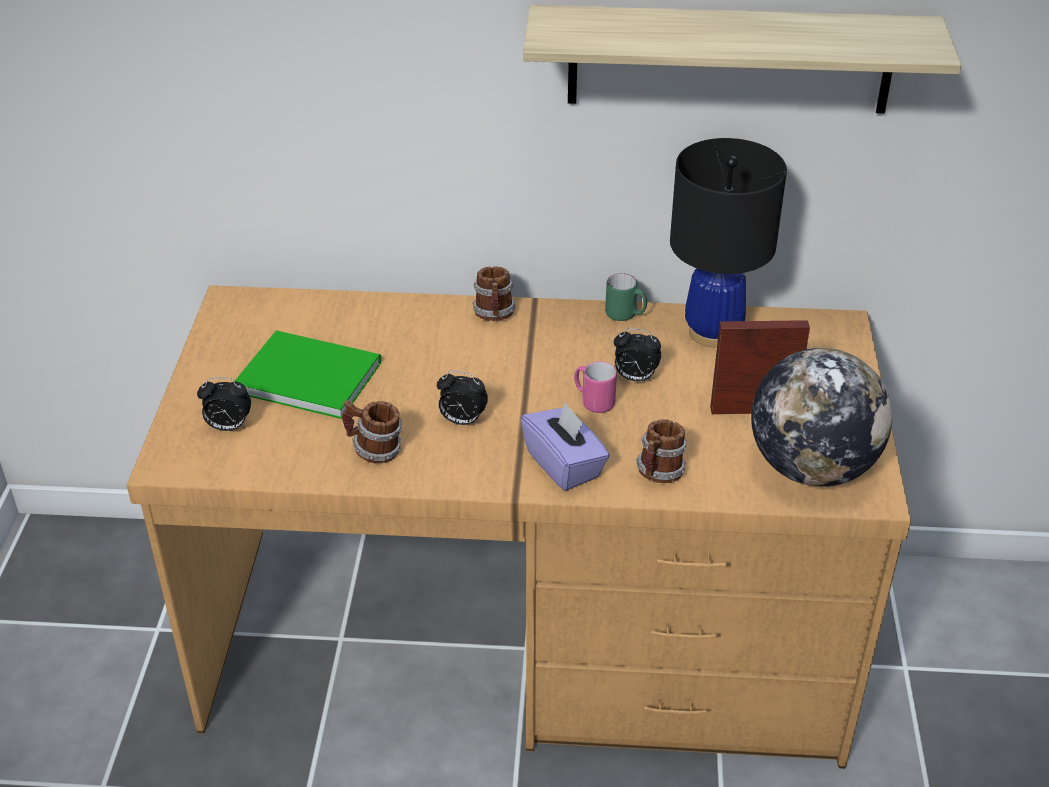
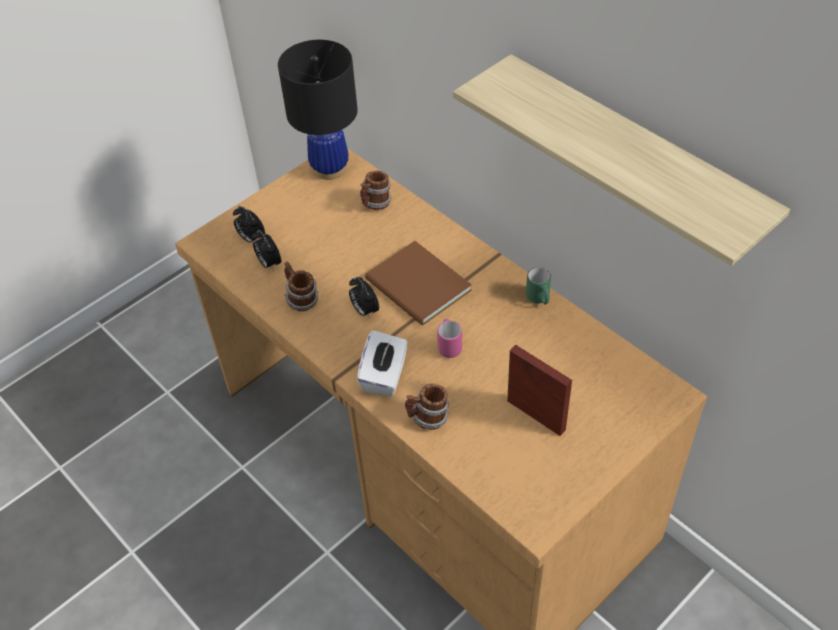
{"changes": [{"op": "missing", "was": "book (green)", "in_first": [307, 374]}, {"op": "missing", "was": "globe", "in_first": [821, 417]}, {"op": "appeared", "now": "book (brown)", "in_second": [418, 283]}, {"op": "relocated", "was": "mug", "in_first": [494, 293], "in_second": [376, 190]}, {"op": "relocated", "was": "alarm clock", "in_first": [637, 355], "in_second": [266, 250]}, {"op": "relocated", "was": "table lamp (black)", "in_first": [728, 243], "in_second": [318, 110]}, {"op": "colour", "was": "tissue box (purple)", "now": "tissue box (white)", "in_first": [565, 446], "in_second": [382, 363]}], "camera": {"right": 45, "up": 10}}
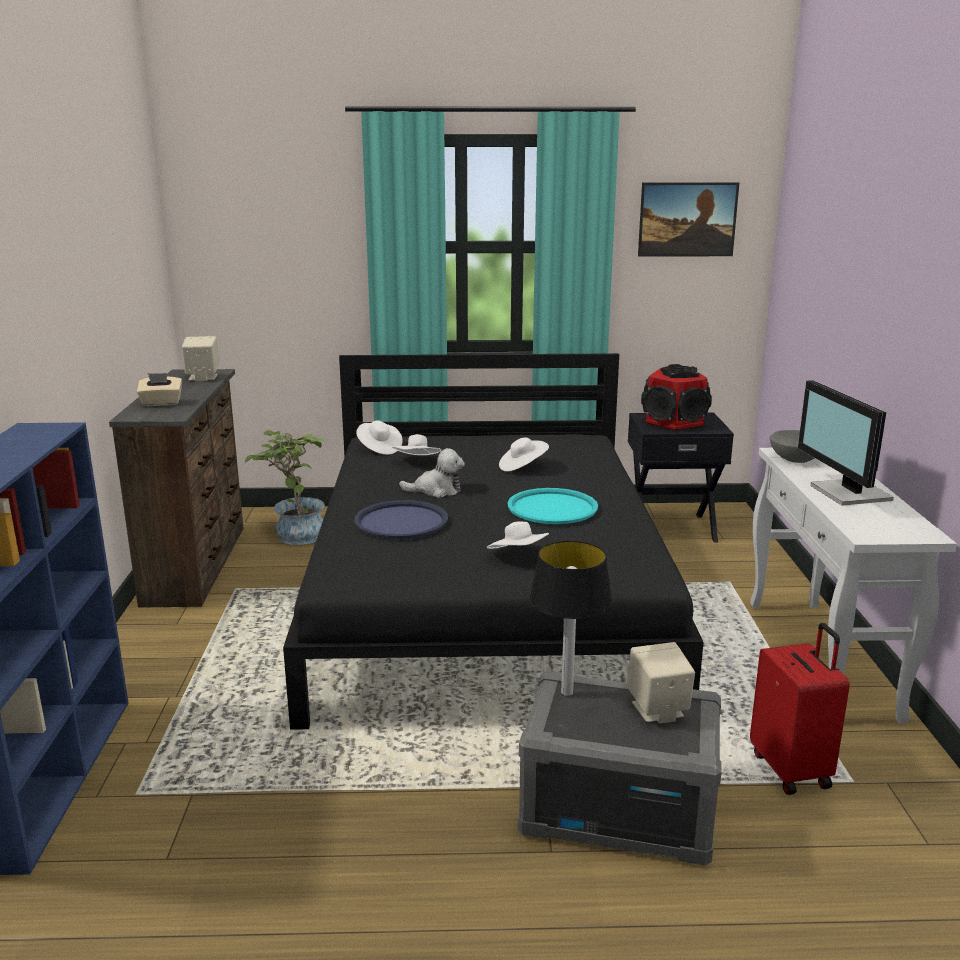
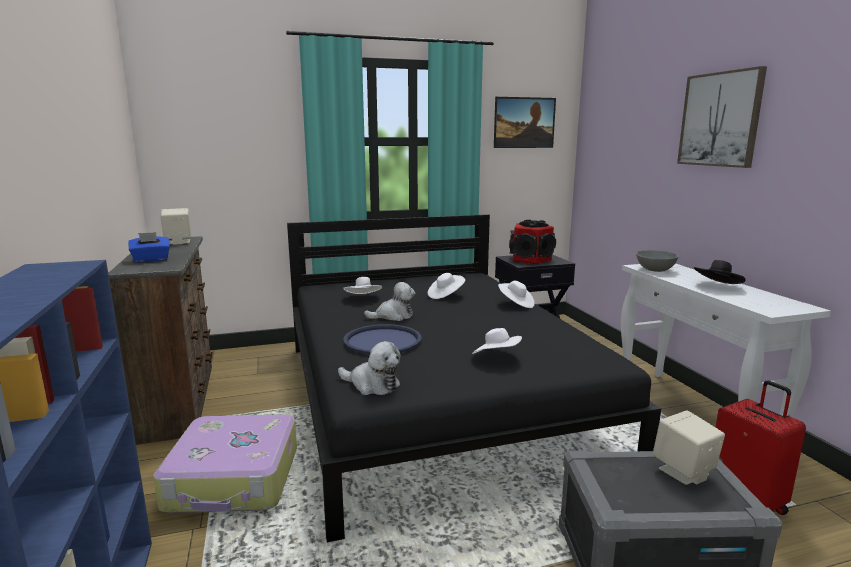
{"changes": [{"op": "missing", "was": "potted plant", "in_first": [286, 487]}, {"op": "missing", "was": "tray (turquoise)", "in_first": [553, 506]}, {"op": "missing", "was": "table lamp", "in_first": [570, 618]}, {"op": "appeared", "now": "suitcase", "in_second": [225, 464]}, {"op": "appeared", "now": "plush toy", "in_second": [369, 368]}, {"op": "appeared", "now": "picture", "in_second": [722, 117]}, {"op": "relocated", "was": "hat (white)", "in_first": [379, 437], "in_second": [516, 294]}, {"op": "exchanged", "was": "monitor", "now": "hat (black)", "in_first": [846, 443], "in_second": [720, 272]}, {"op": "colour", "was": "tissue box (beige)", "now": "tissue box (blue)", "in_first": [159, 389], "in_second": [149, 247]}], "camera": {"right": -15, "up": -5}}
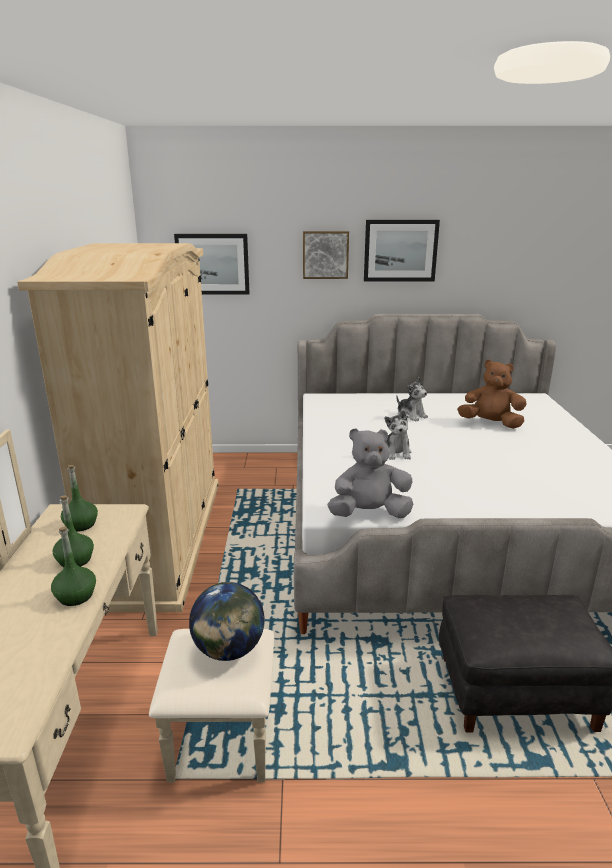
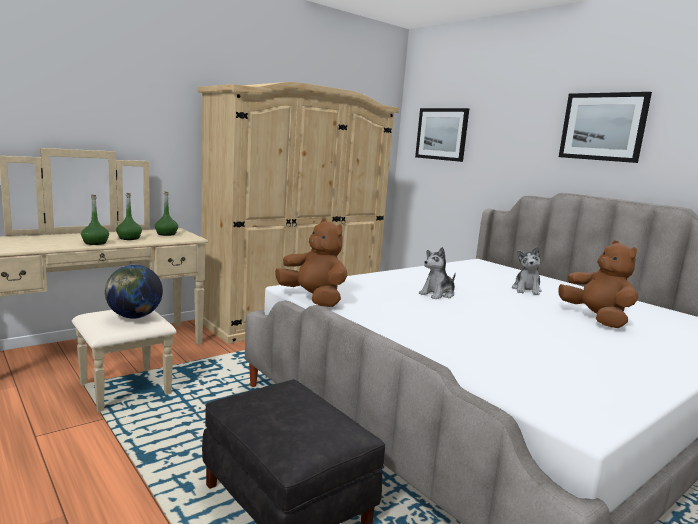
{"changes": [{"op": "missing", "was": "picture", "in_first": [326, 255]}, {"op": "colour", "was": "plush toy (grey)", "now": "plush toy (brown)", "in_first": [370, 473], "in_second": [311, 263]}], "camera": {"right": 50, "up": -10}}
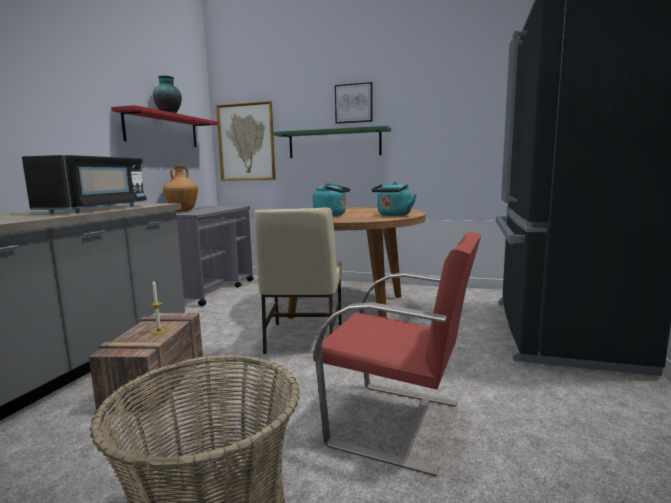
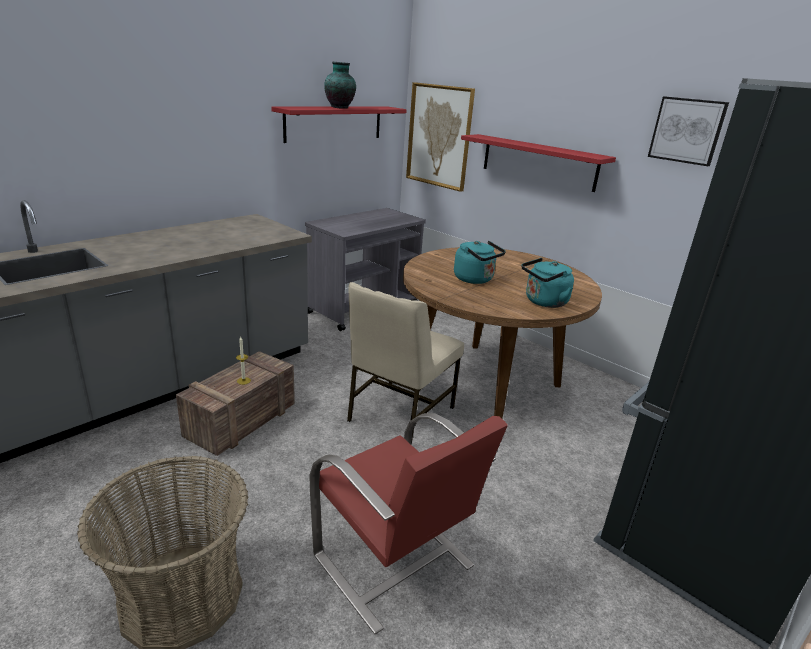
{"changes": [{"op": "missing", "was": "microwave (black)", "in_first": [84, 184]}, {"op": "missing", "was": "vase (brown)", "in_first": [180, 188]}, {"op": "relocated", "was": "picture", "in_first": [354, 103], "in_second": [688, 131]}, {"op": "colour", "was": "shelf (green)", "now": "shelf (red)", "in_first": [331, 142], "in_second": [538, 163]}], "camera": {"right": 25, "up": 15}}
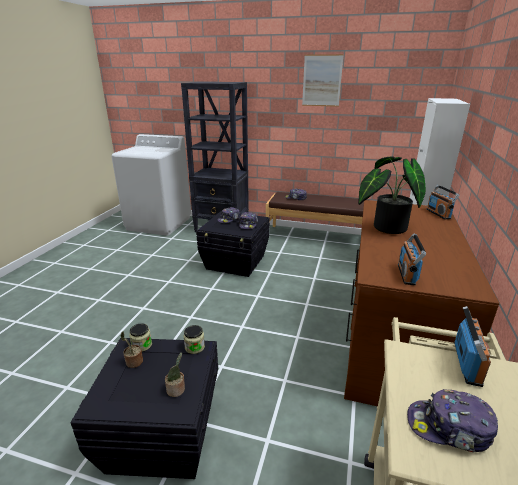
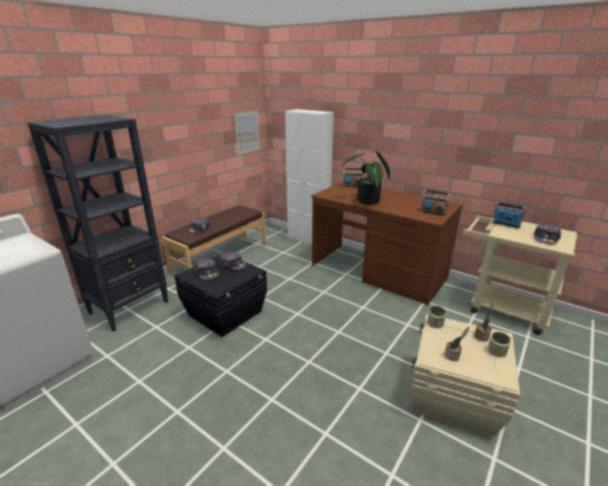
{"changes": [{"op": "relocated", "was": "jar", "in_first": [140, 337], "in_second": [499, 344]}, {"op": "relocated", "was": "picture", "in_first": [323, 80], "in_second": [247, 132]}, {"op": "colour", "was": "storage box (black)", "now": "storage box (beige)", "in_first": [144, 408], "in_second": [466, 375]}], "camera": {"right": -70, "up": 0}}
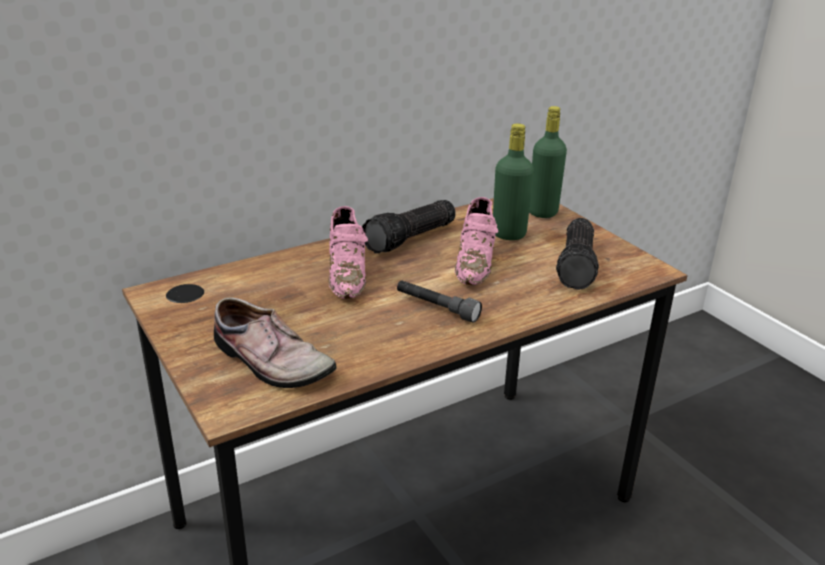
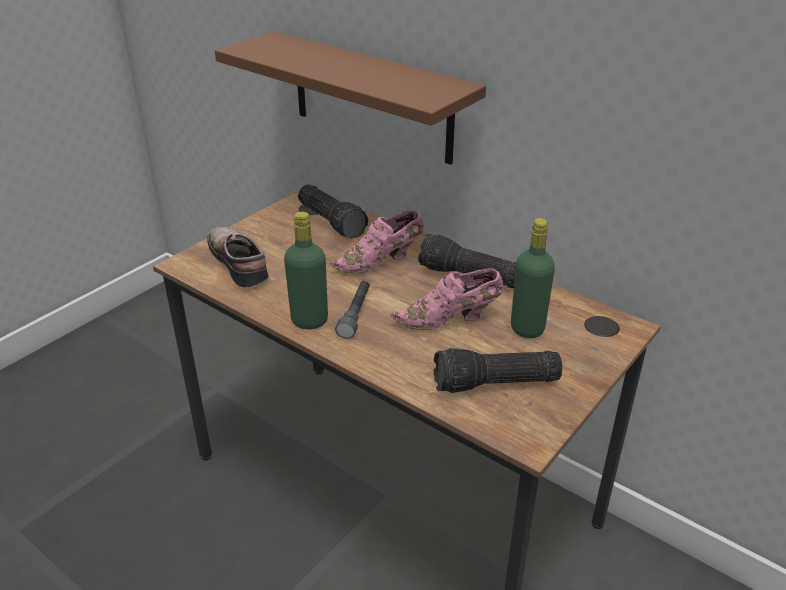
{"changes": [{"op": "appeared", "now": "shelf (brown)", "in_second": [350, 98]}, {"op": "appeared", "now": "flashlight", "in_second": [333, 212]}, {"op": "relocated", "was": "bottle (green)", "in_first": [548, 162], "in_second": [306, 270]}, {"op": "spun", "was": "shoe", "in_first": [275, 343], "in_second": [238, 257], "clockwise": 135}], "camera": {"right": 70, "up": 5}}
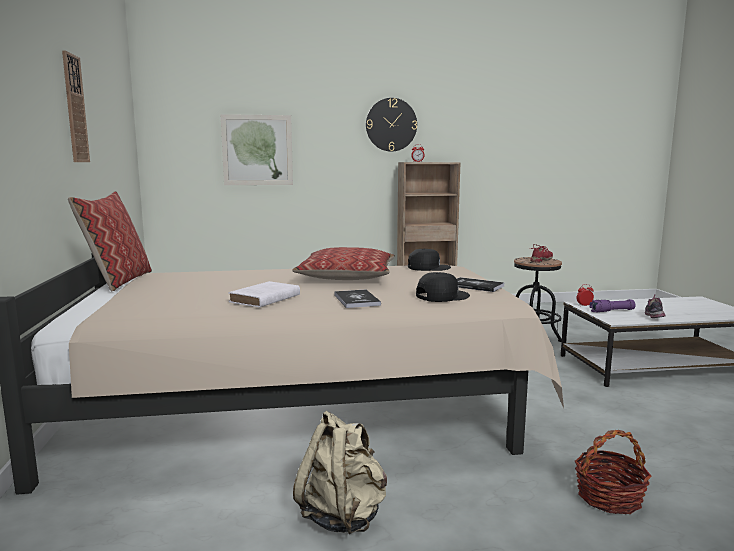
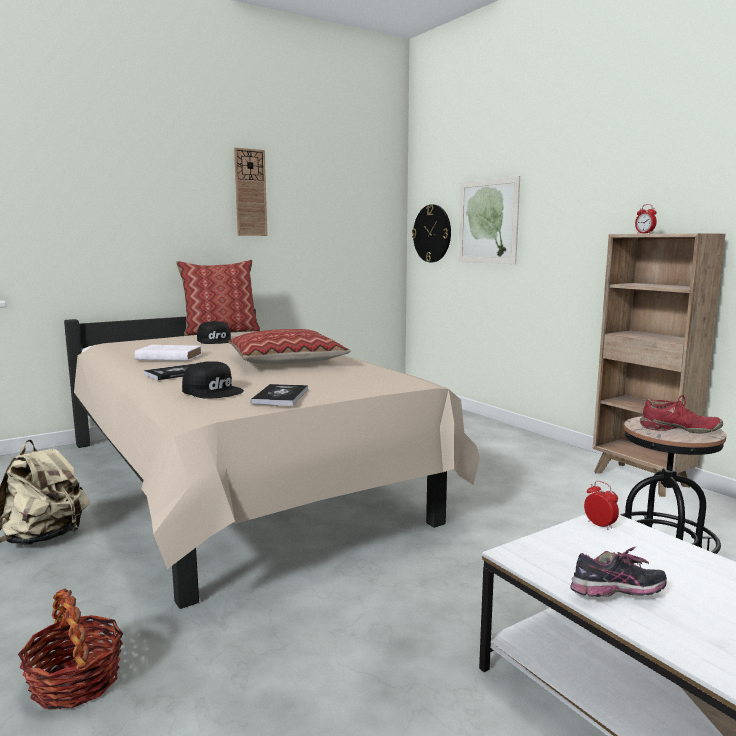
{"changes": [{"op": "missing", "was": "flashlight (purple)", "in_first": [612, 305]}, {"op": "relocated", "was": "wall clock", "in_first": [391, 125], "in_second": [431, 233]}, {"op": "relocated", "was": "cap (black)", "in_first": [429, 260], "in_second": [214, 332]}], "camera": {"right": 65, "up": 0}}
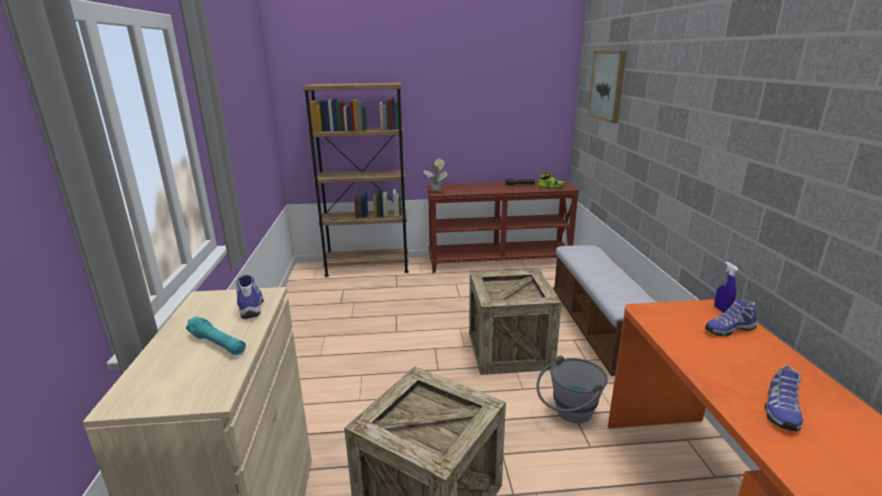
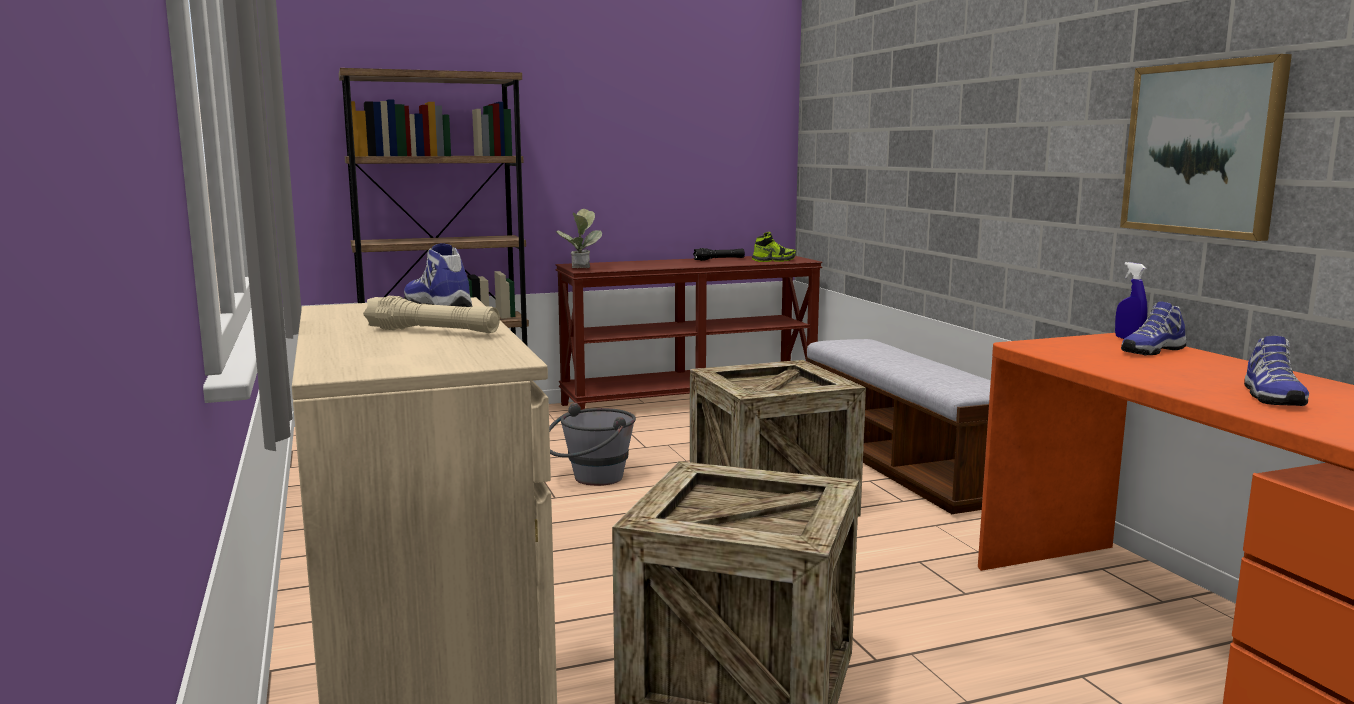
{"changes": [{"op": "relocated", "was": "bucket (grey)", "in_first": [572, 389], "in_second": [592, 444]}, {"op": "relocated", "was": "picture", "in_first": [607, 87], "in_second": [1206, 147]}, {"op": "colour", "was": "flashlight (turquoise)", "now": "flashlight (beige)", "in_first": [216, 336], "in_second": [431, 314]}], "camera": {"right": -15, "up": -10}}
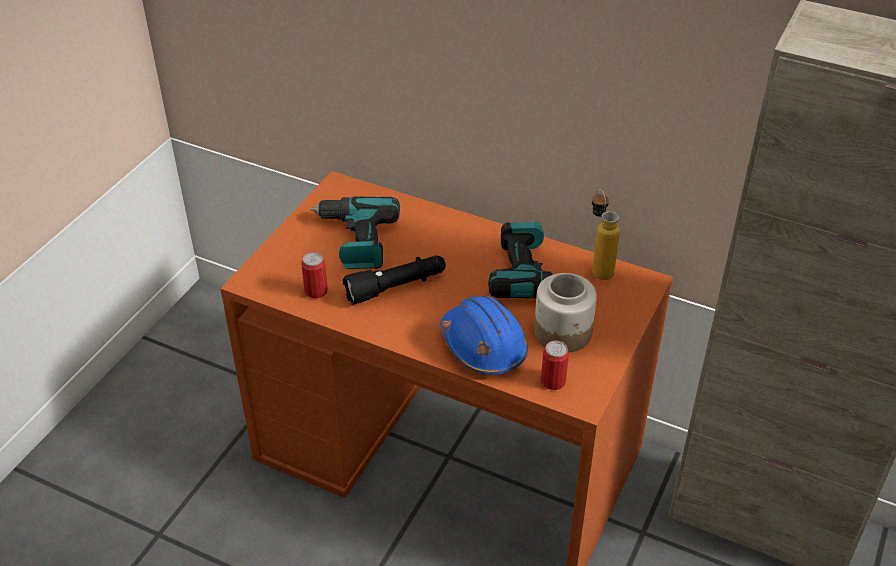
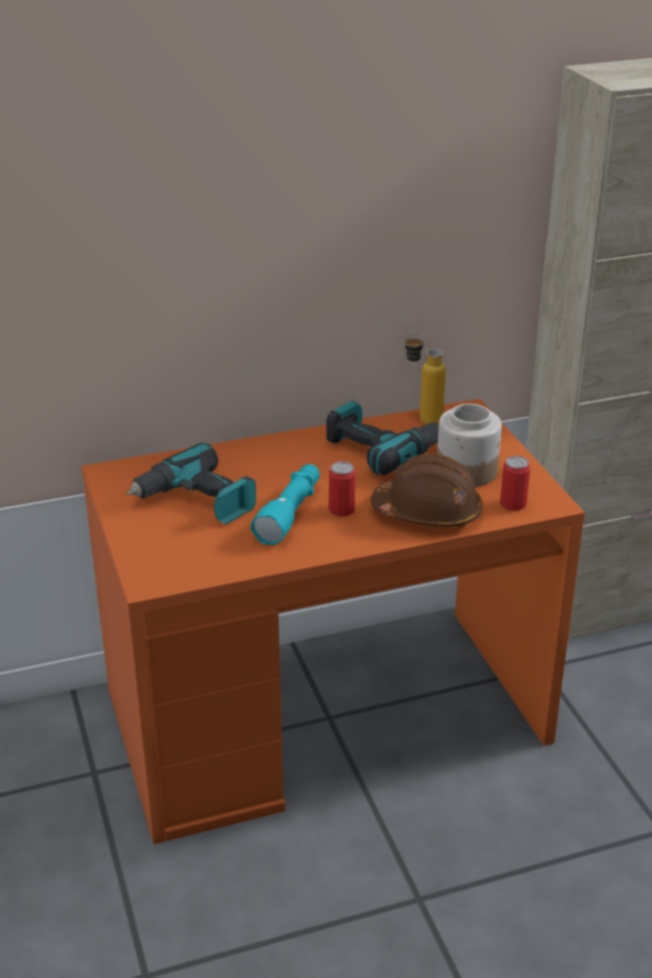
{"changes": [{"op": "relocated", "was": "can", "in_first": [314, 275], "in_second": [342, 489]}, {"op": "colour", "was": "flashlight (black)", "now": "flashlight (turquoise)", "in_first": [394, 280], "in_second": [285, 504]}, {"op": "colour", "was": "hard hat (blue)", "now": "hard hat (brown)", "in_first": [484, 335], "in_second": [426, 490]}], "camera": {"right": -45, "up": -10}}
